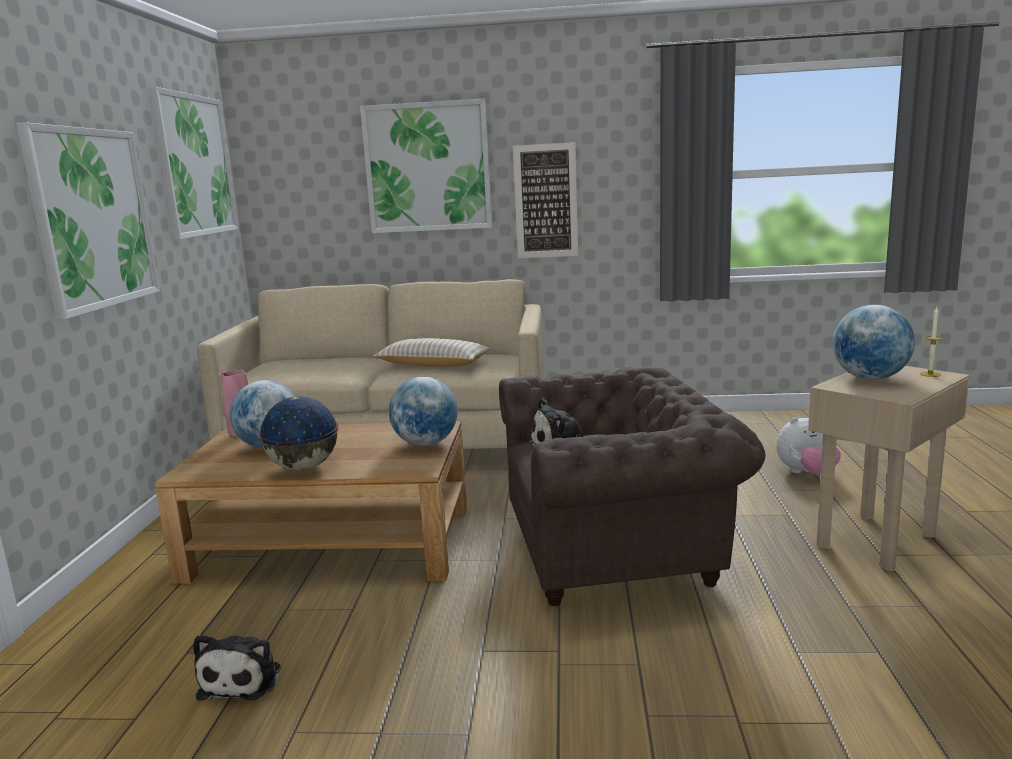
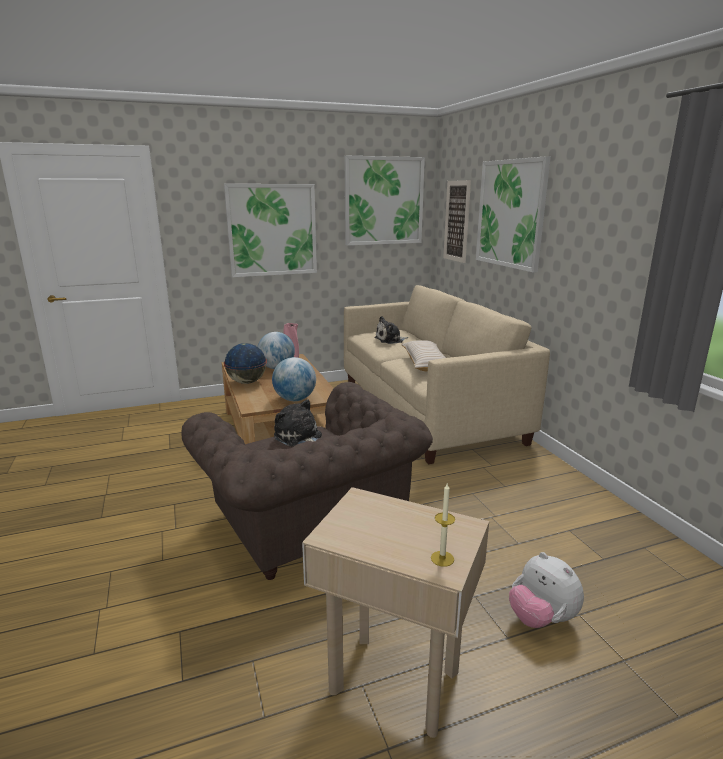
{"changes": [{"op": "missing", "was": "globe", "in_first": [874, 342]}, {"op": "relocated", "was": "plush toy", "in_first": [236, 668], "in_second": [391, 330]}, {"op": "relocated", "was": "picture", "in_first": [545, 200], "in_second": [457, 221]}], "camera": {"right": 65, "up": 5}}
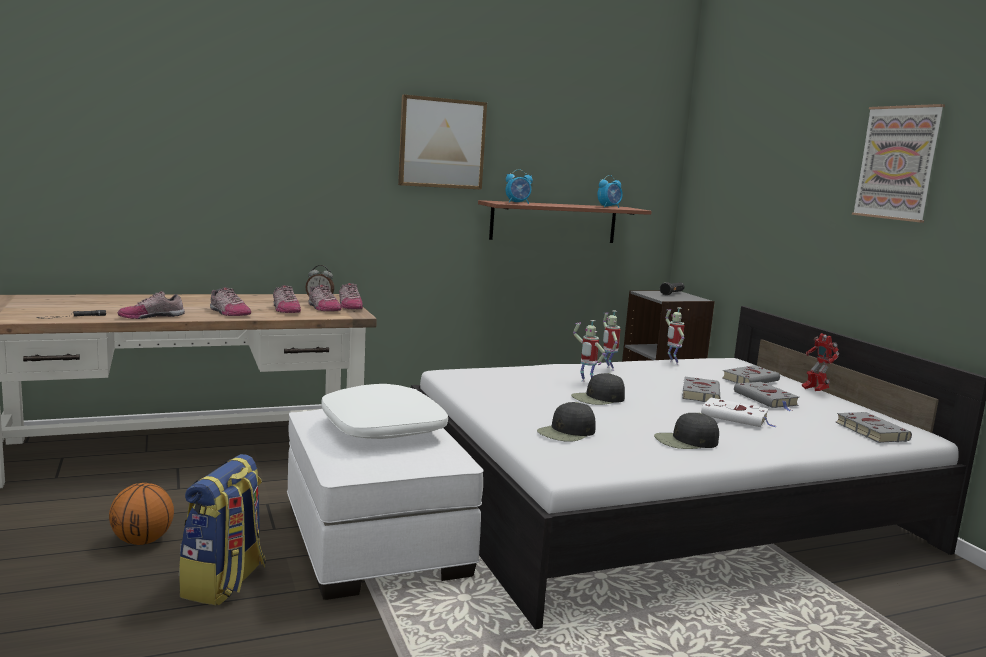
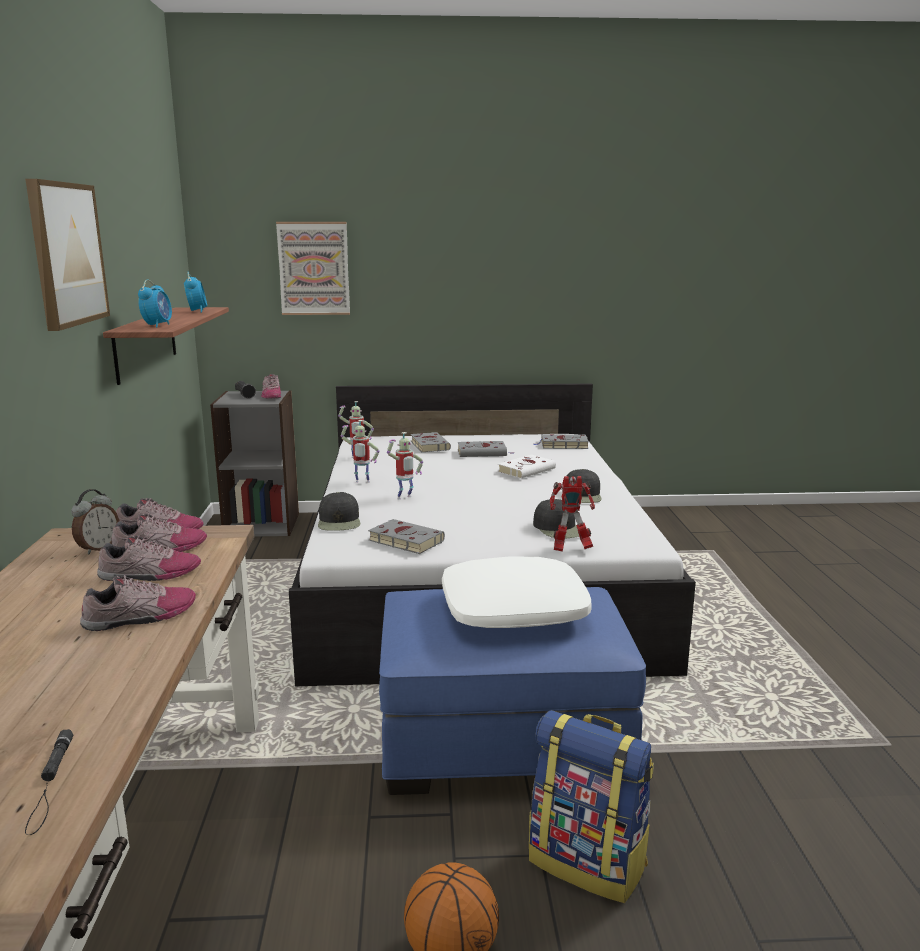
{"changes": [{"op": "relocated", "was": "shoe", "in_first": [151, 305], "in_second": [271, 386]}, {"op": "relocated", "was": "cap (black)", "in_first": [598, 389], "in_second": [339, 511]}, {"op": "relocated", "was": "book (grey)", "in_first": [701, 389], "in_second": [406, 536]}, {"op": "relocated", "was": "toy robot", "in_first": [820, 362], "in_second": [572, 514]}, {"op": "relocated", "was": "picture", "in_first": [898, 163], "in_second": [313, 268]}, {"op": "colour", "was": "ottoman (white)", "now": "ottoman (blue)", "in_first": [385, 504], "in_second": [512, 691]}], "camera": {"right": -70, "up": 5}}
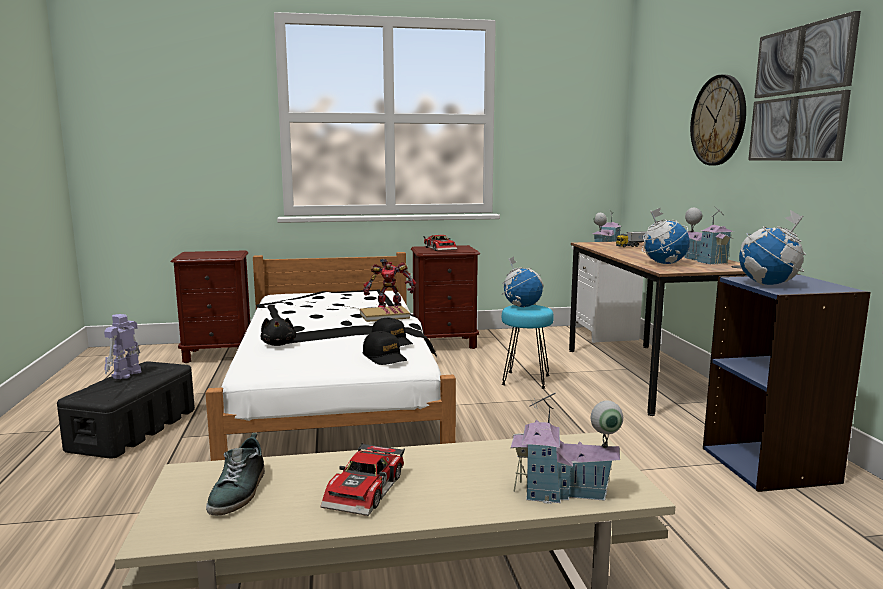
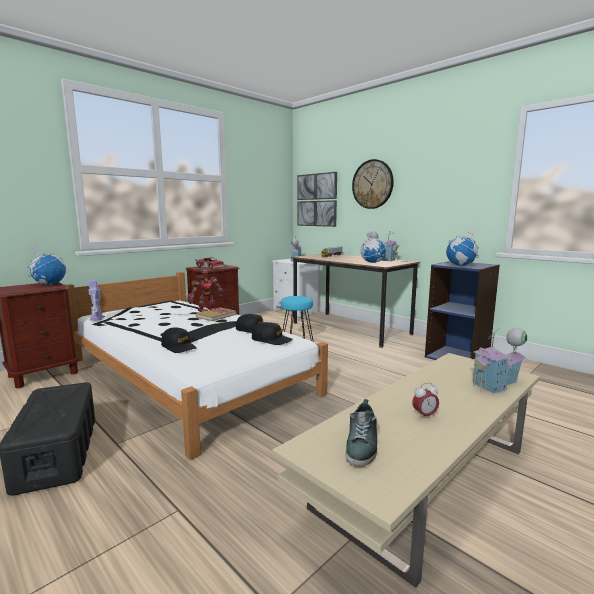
{"changes": [{"op": "relocated", "was": "toy robot", "in_first": [122, 346], "in_second": [96, 300]}, {"op": "relocated", "was": "globe", "in_first": [522, 281], "in_second": [47, 265]}, {"op": "relocated", "was": "picture", "in_first": [804, 86], "in_second": [317, 199]}, {"op": "exchanged", "was": "plush toy (black)", "now": "cap (black)", "in_first": [278, 331], "in_second": [179, 340]}, {"op": "exchanged", "was": "toy car", "now": "alarm clock", "in_first": [362, 479], "in_second": [425, 401]}, {"op": "spun", "was": "shoe", "in_first": [235, 474], "in_second": [361, 433], "clockwise": 45}], "camera": {"right": -35, "up": 0}}
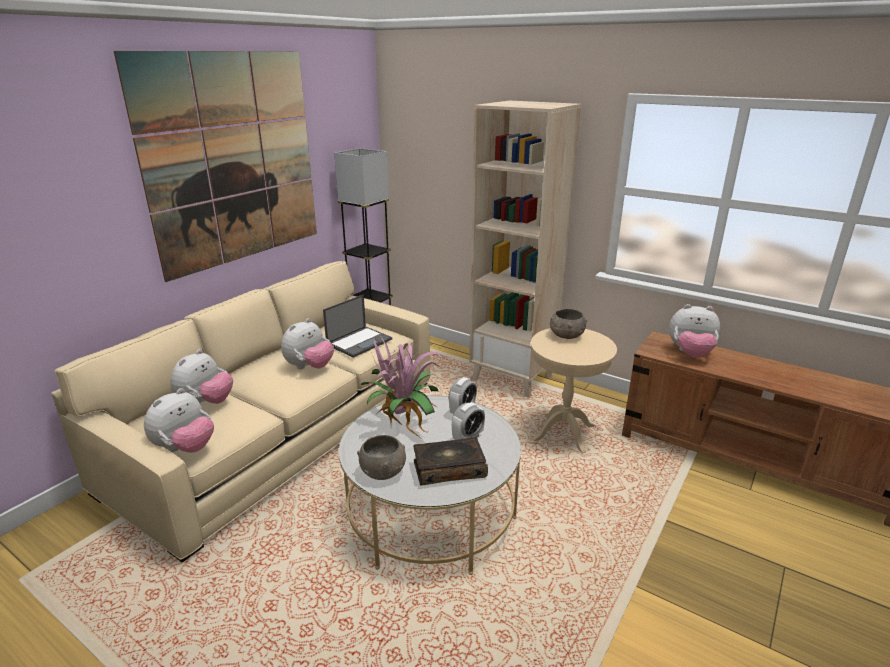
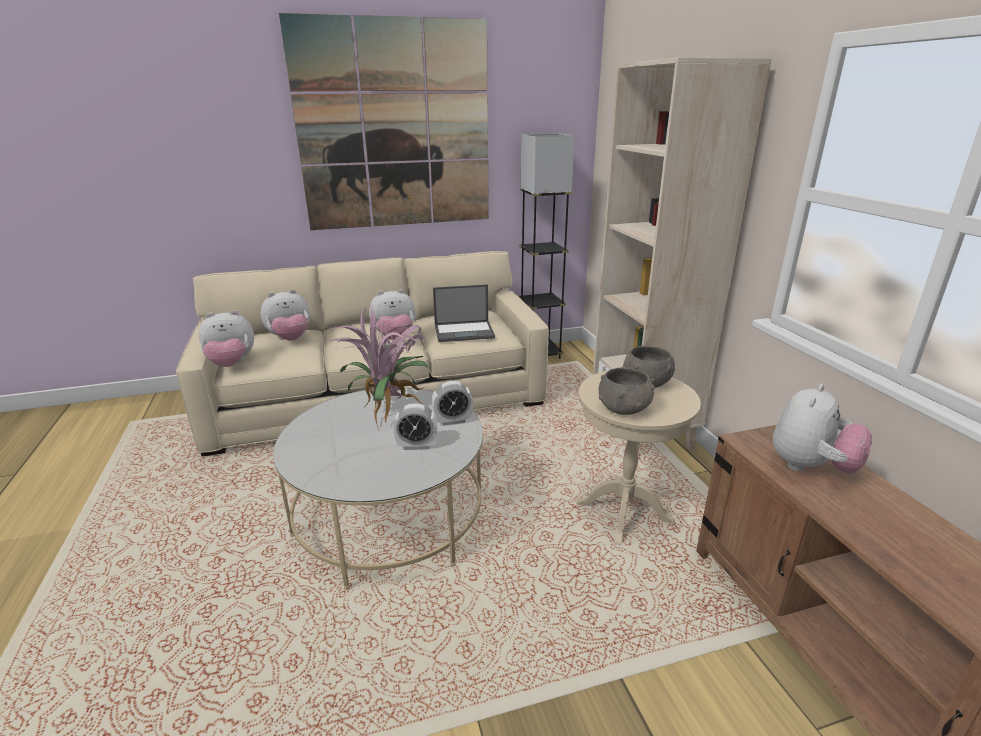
{"changes": [{"op": "missing", "was": "book", "in_first": [450, 461]}, {"op": "relocated", "was": "bowl (grey)", "in_first": [381, 457], "in_second": [627, 391]}, {"op": "spun", "was": "plush toy", "in_first": [694, 330], "in_second": [822, 428], "clockwise": -105}], "camera": {"right": 40, "up": 0}}
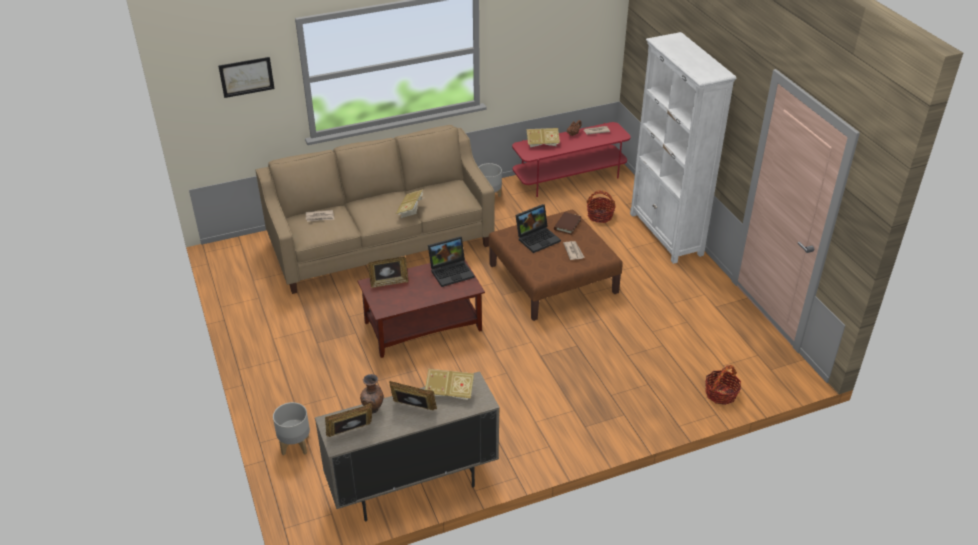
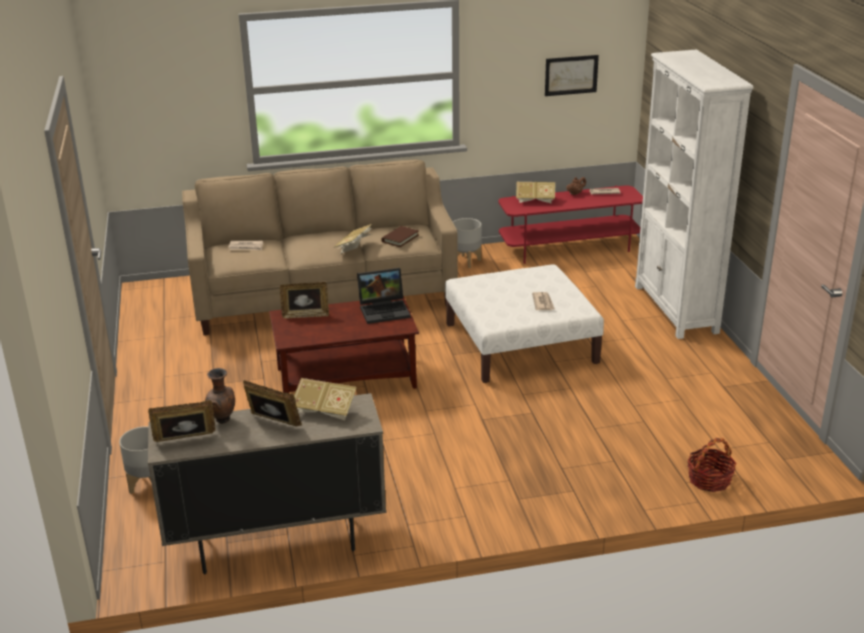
{"changes": [{"op": "missing", "was": "laptop", "in_first": [538, 228]}, {"op": "missing", "was": "basket", "in_first": [601, 207]}, {"op": "relocated", "was": "picture", "in_first": [246, 77], "in_second": [572, 75]}, {"op": "relocated", "was": "book (brown)", "in_first": [568, 223], "in_second": [400, 236]}, {"op": "colour", "was": "ottoman (brown)", "now": "ottoman (white)", "in_first": [556, 265], "in_second": [524, 323]}], "camera": {"right": 10, "up": -10}}
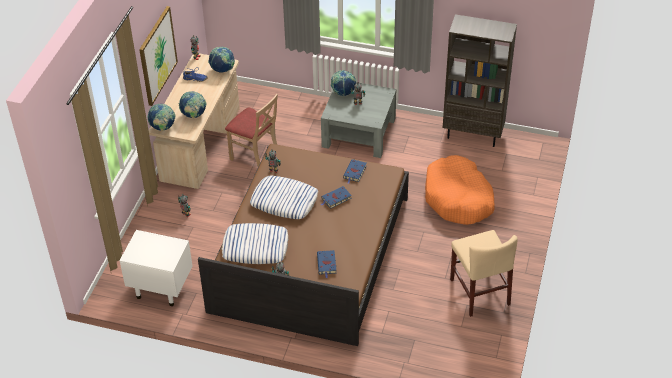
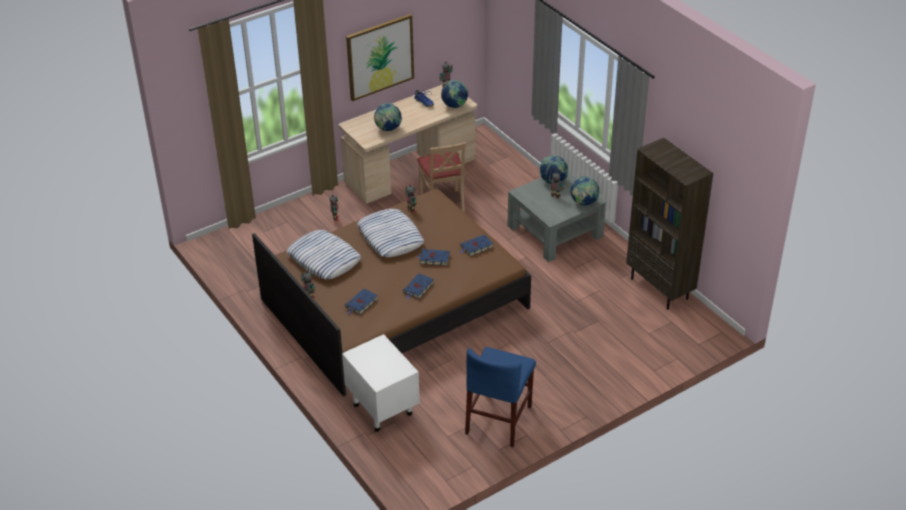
{"changes": [{"op": "missing", "was": "dog bed (orange)", "in_first": [460, 190]}, {"op": "appeared", "now": "book (blue)", "in_second": [418, 286]}, {"op": "relocated", "was": "nightstand (white)", "in_first": [156, 268], "in_second": [381, 383]}, {"op": "relocated", "was": "globe", "in_first": [161, 117], "in_second": [585, 191]}, {"op": "colour", "was": "chair (beige)", "now": "chair (blue)", "in_first": [484, 273], "in_second": [500, 397]}], "camera": {"right": 40, "up": -5}}
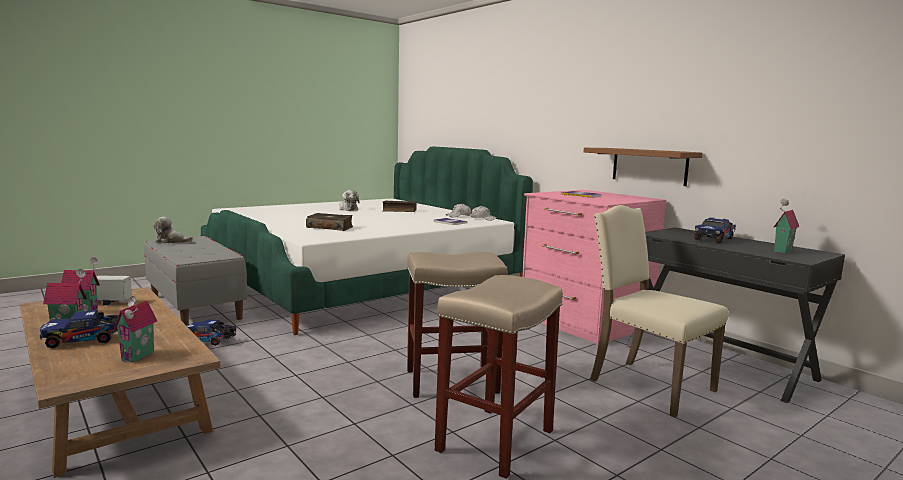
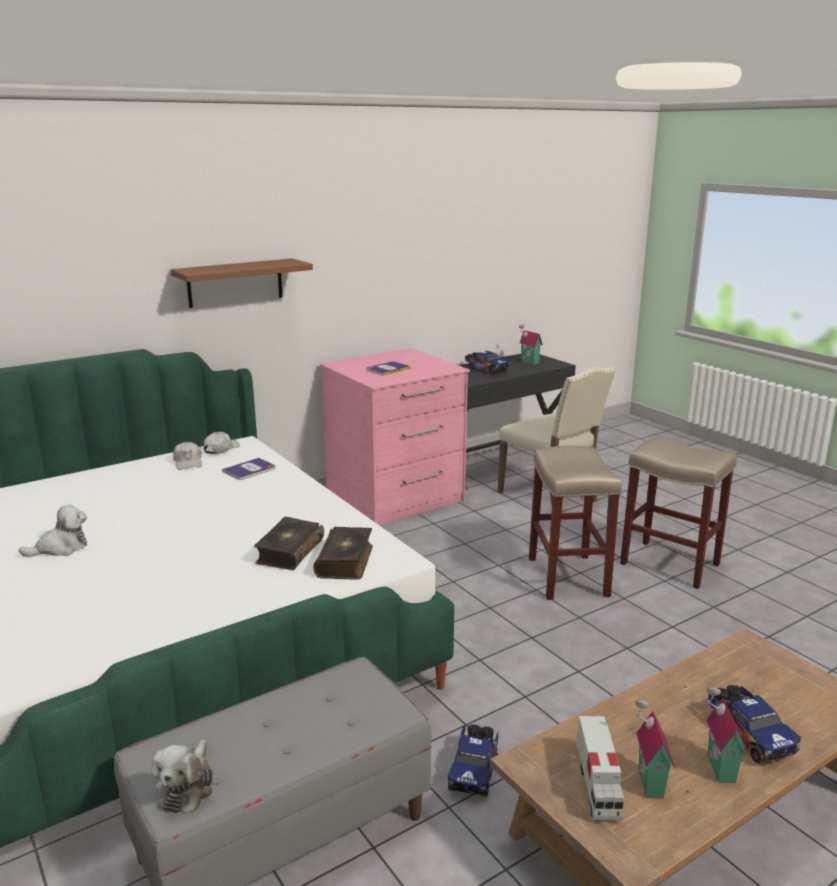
{"changes": [{"op": "missing", "was": "toy house", "in_first": [135, 329]}, {"op": "relocated", "was": "book", "in_first": [400, 206], "in_second": [343, 553]}, {"op": "relocated", "was": "shelf (brown)", "in_first": [643, 167], "in_second": [241, 283]}, {"op": "spun", "was": "chair (beige)", "in_first": [659, 311], "in_second": [557, 436], "clockwise": -90}], "camera": {"right": -85, "up": 10}}
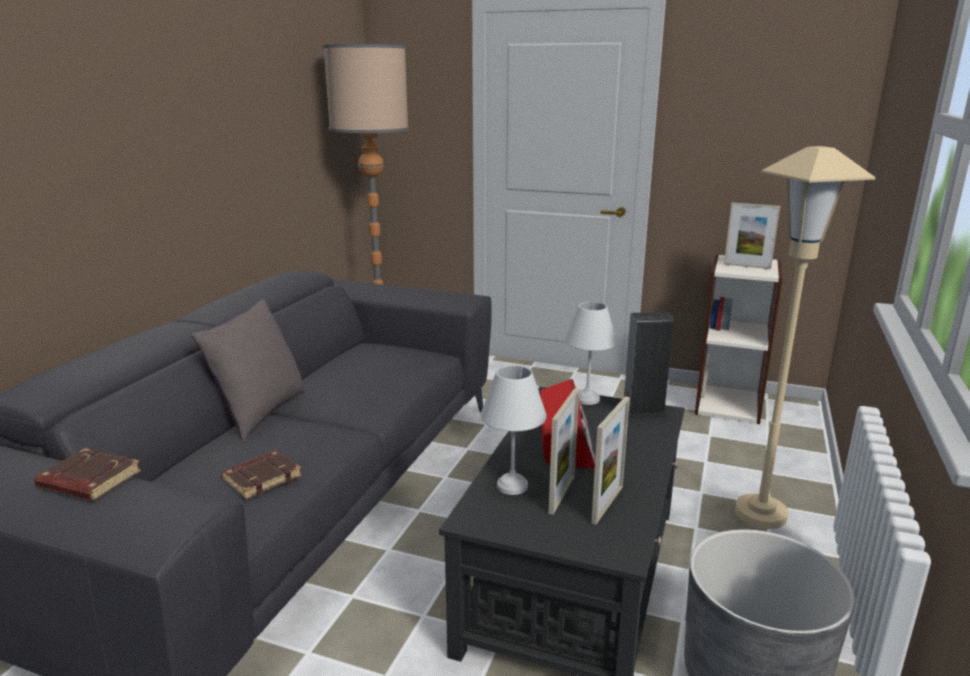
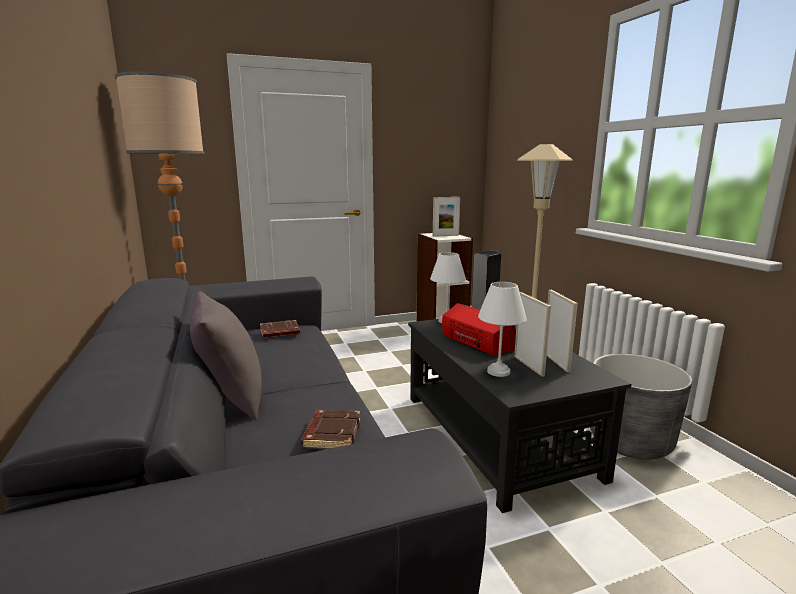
{"changes": [{"op": "relocated", "was": "book (brown)", "in_first": [87, 474], "in_second": [280, 329]}], "camera": {"right": -40, "up": -5}}
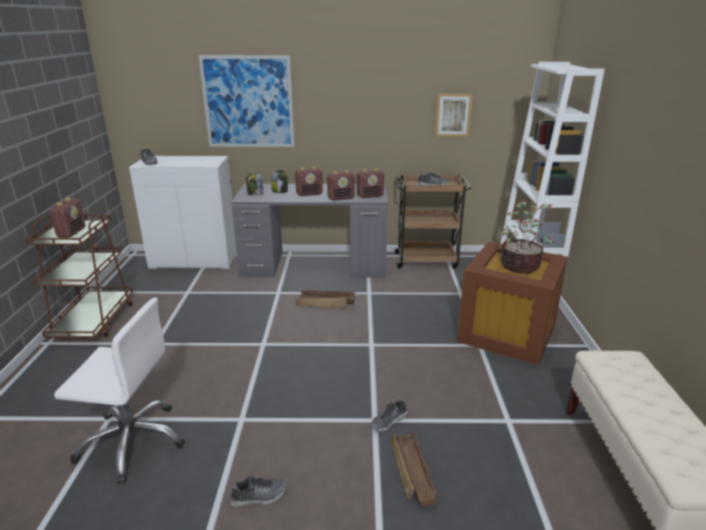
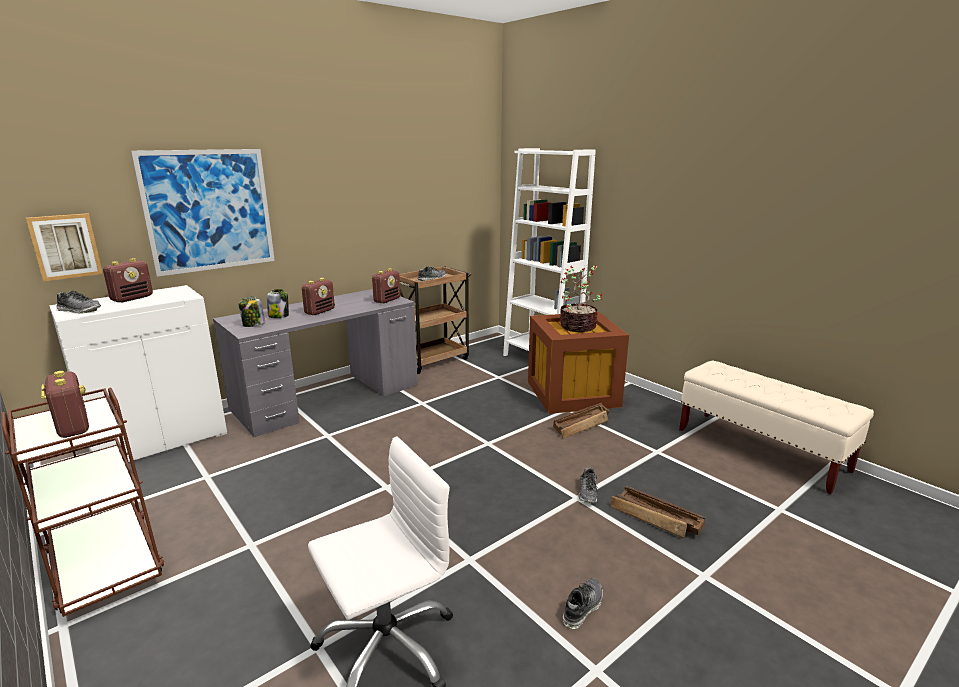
{"changes": [{"op": "relocated", "was": "crate", "in_first": [325, 299], "in_second": [581, 420]}, {"op": "relocated", "was": "radio", "in_first": [341, 185], "in_second": [128, 280]}, {"op": "relocated", "was": "picture", "in_first": [453, 115], "in_second": [64, 247]}], "camera": {"right": -40, "up": -5}}
